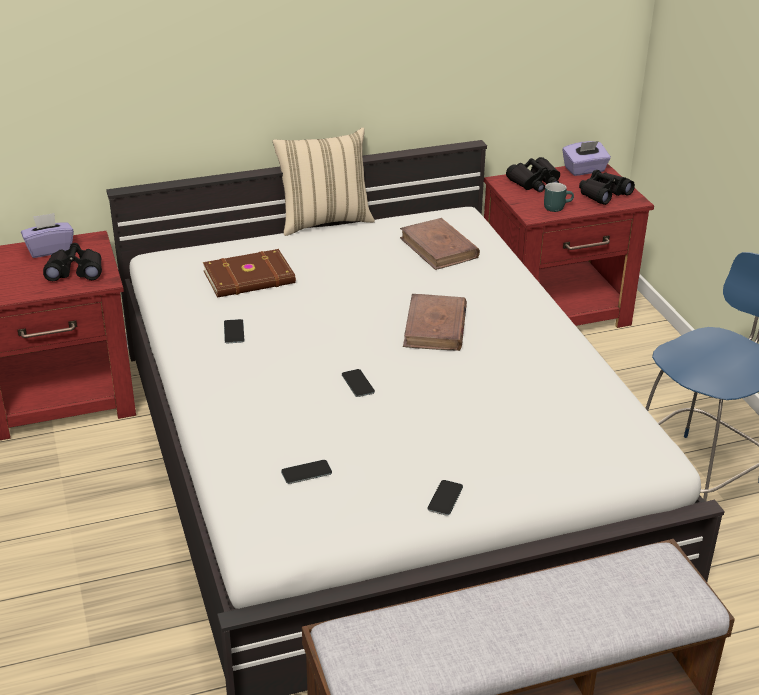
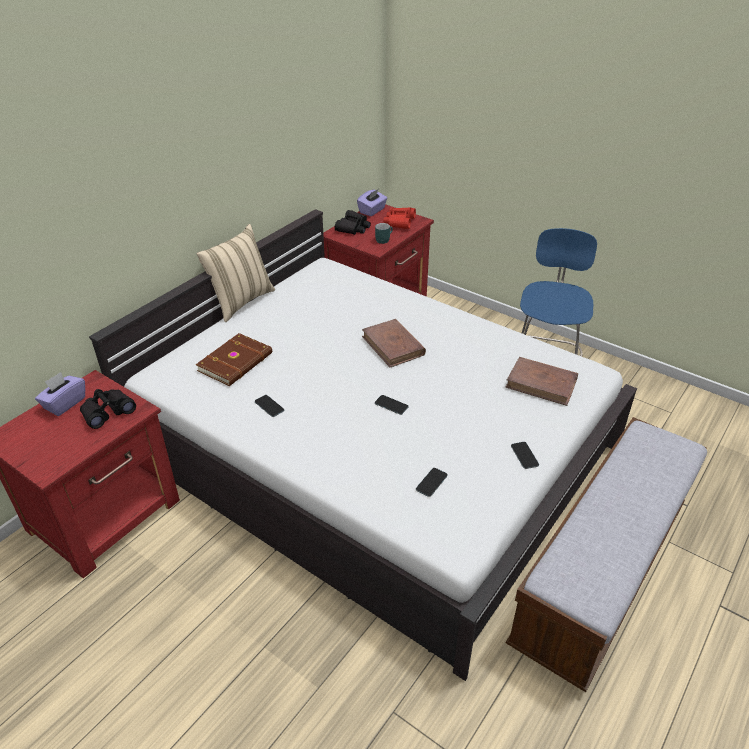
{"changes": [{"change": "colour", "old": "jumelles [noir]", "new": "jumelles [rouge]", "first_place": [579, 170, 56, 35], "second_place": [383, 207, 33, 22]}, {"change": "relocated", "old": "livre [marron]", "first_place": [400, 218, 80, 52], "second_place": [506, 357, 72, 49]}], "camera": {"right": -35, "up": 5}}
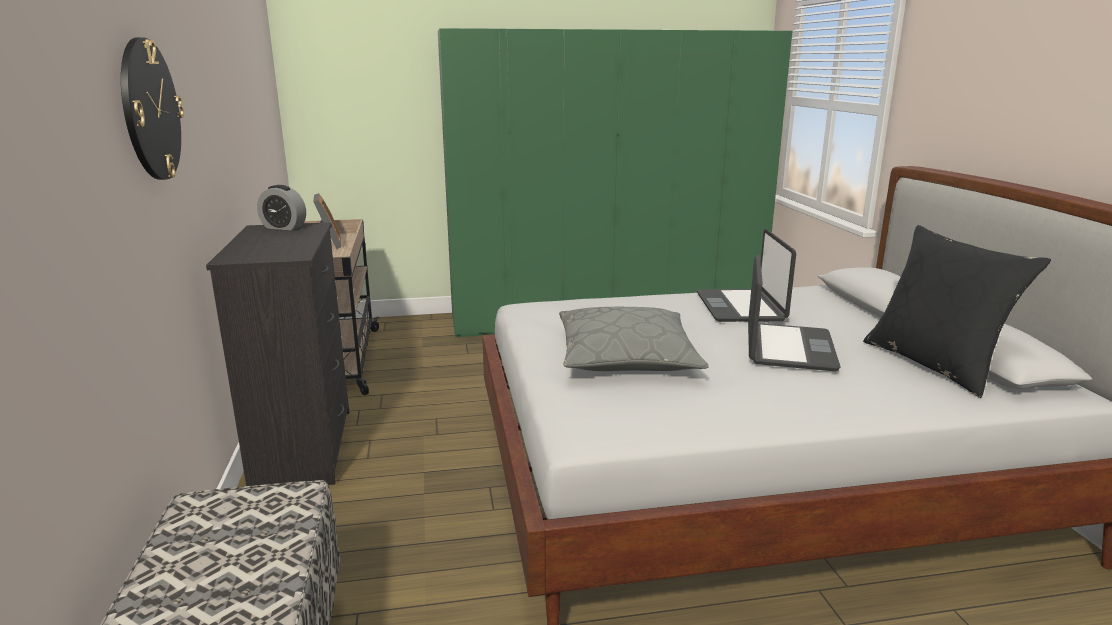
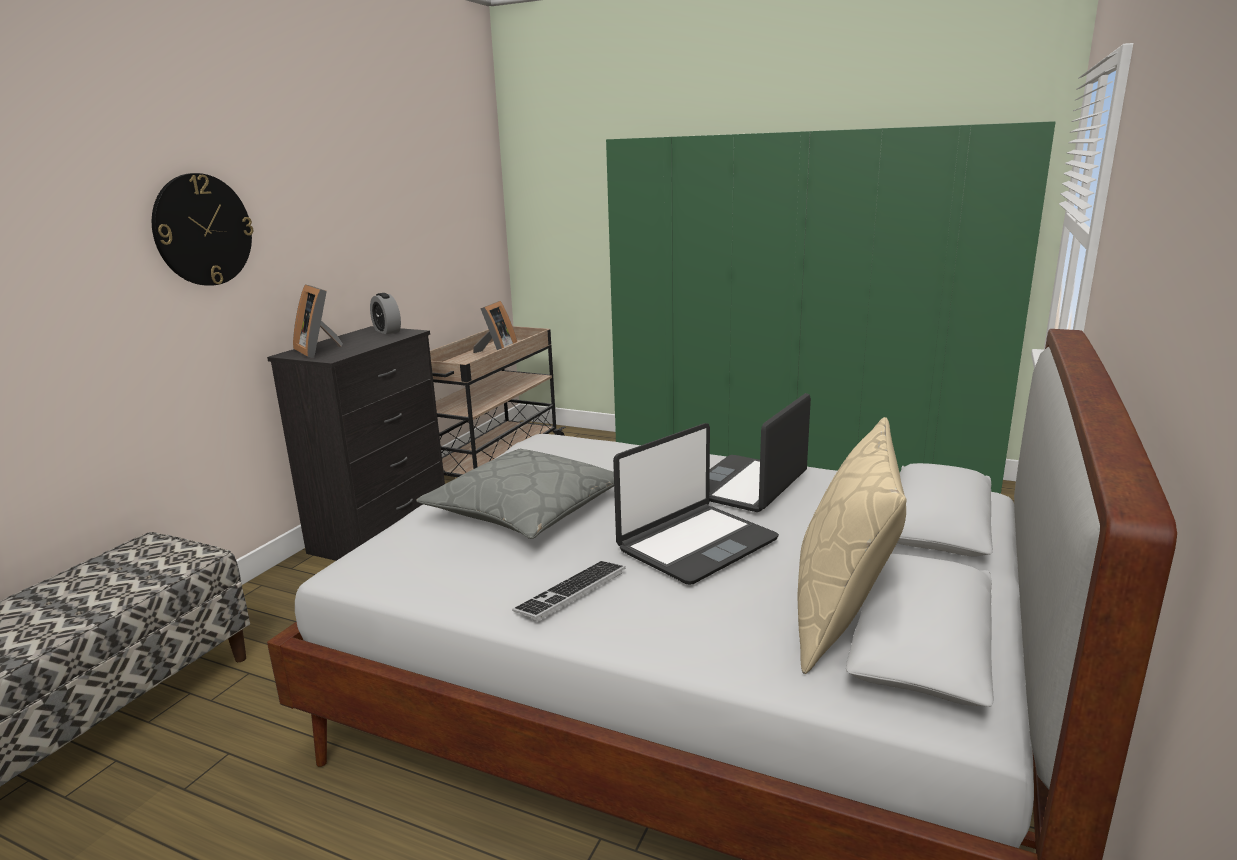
{"changes": [{"change": "appeared", "new": "cadre photo", "second_place": [293, 284, 50, 74]}, {"change": "appeared", "new": "clavier", "second_place": [512, 561, 113, 61]}, {"change": "colour", "old": "coussin [noir]", "new": "coussin [beige]", "first_place": [863, 225, 188, 173], "second_place": [798, 417, 108, 257]}], "camera": {"right": 35, "up": 0}}
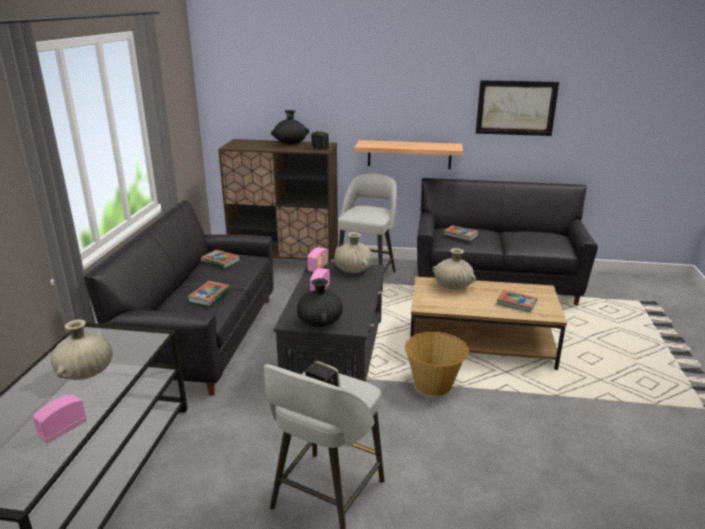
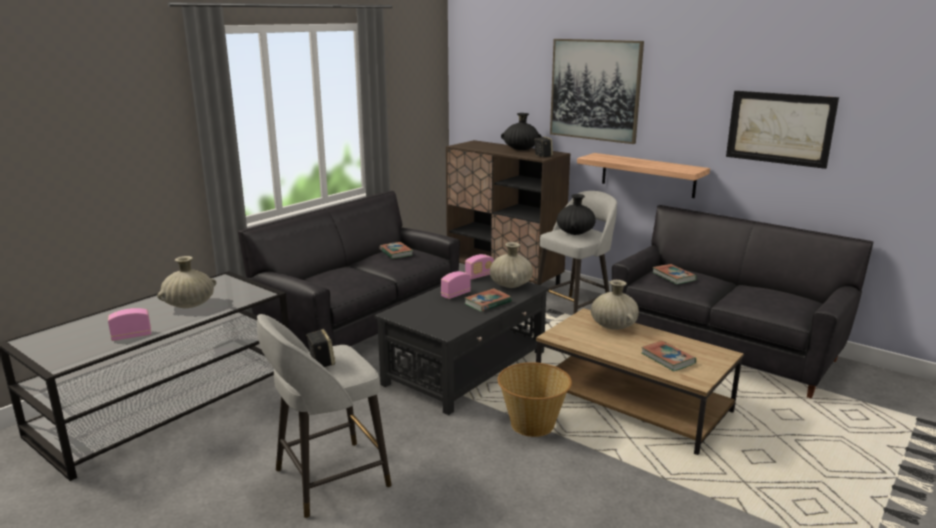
{"changes": [{"change": "relocated", "old": "livre", "first_place": [187, 281, 43, 25], "second_place": [464, 288, 48, 24]}, {"change": "appeared", "new": "tableau", "second_place": [550, 39, 94, 105]}, {"change": "relocated", "old": "vase [noir]", "first_place": [297, 278, 46, 49], "second_place": [557, 194, 39, 41]}], "camera": {"right": 30, "up": -5}}
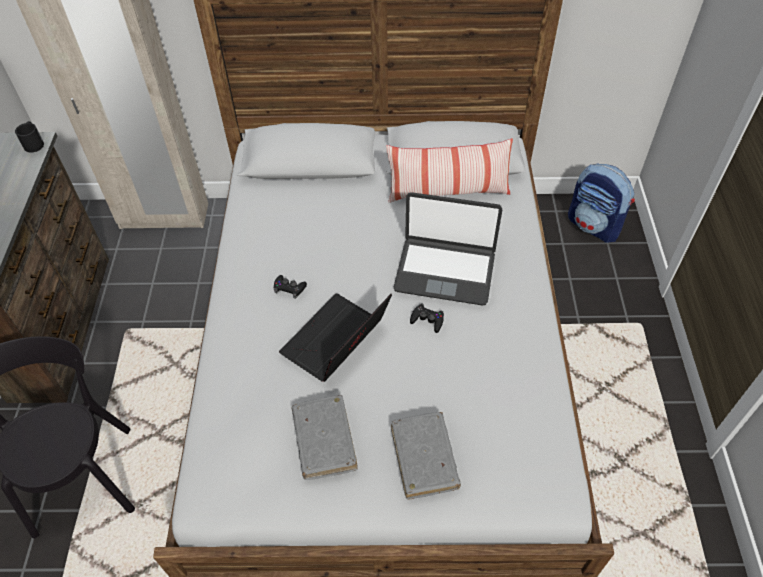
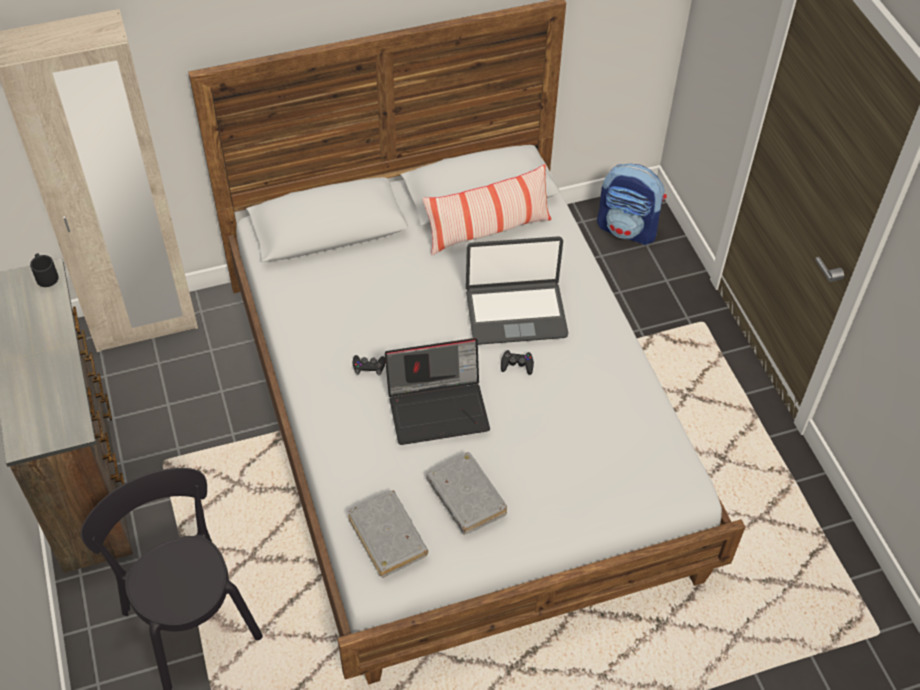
{"changes": [{"change": "relocated", "old": "livre [gris]", "first_place": [391, 412, 70, 88], "second_place": [348, 490, 80, 88]}, {"change": "spun", "old": "ordinateur portable", "first_place": [279, 294, 113, 88], "second_place": [385, 338, 105, 107], "degrees": -120}], "camera": {"right": -20, "up": 0}}
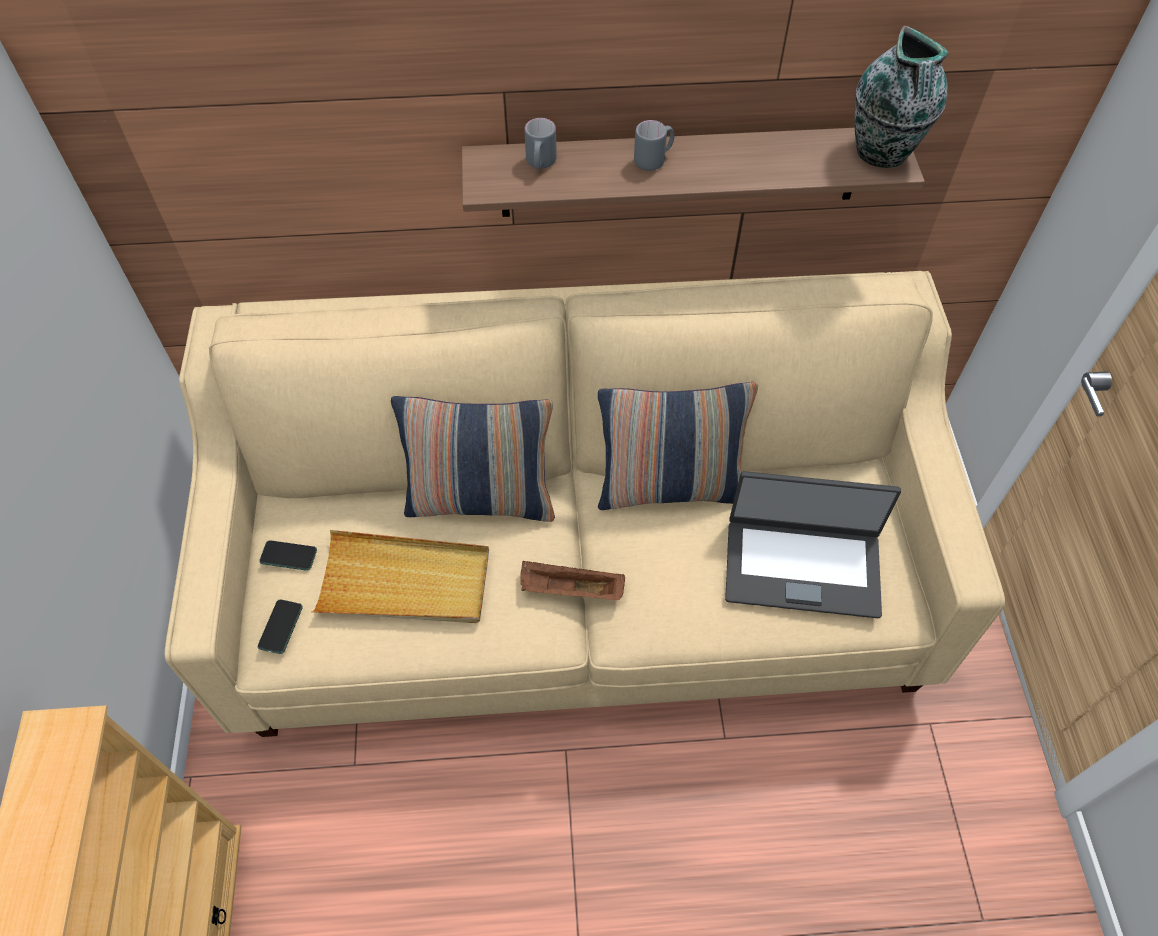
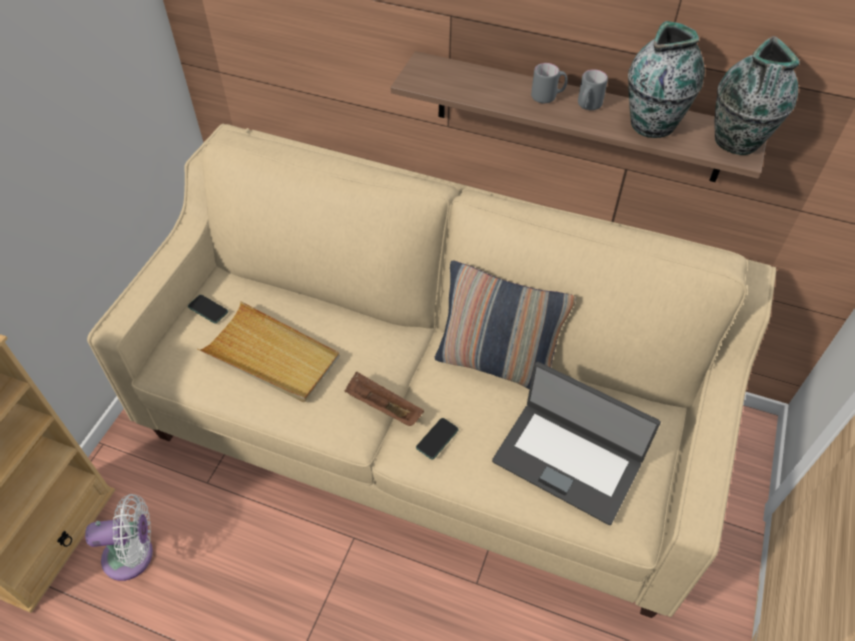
{"changes": [{"change": "appeared", "new": "ventilateur [blanc]", "second_place": [85, 494, 68, 87]}, {"change": "relocated", "old": "téléphone", "first_place": [258, 599, 45, 55], "second_place": [416, 418, 43, 41]}, {"change": "relocated", "old": "mug [gris]", "first_place": [524, 118, 33, 51], "second_place": [578, 69, 30, 41]}, {"change": "appeared", "new": "vase", "second_place": [628, 21, 77, 117]}, {"change": "missing", "old": "coussin", "first_place": [391, 396, 164, 126]}], "camera": {"right": 25, "up": -5}}
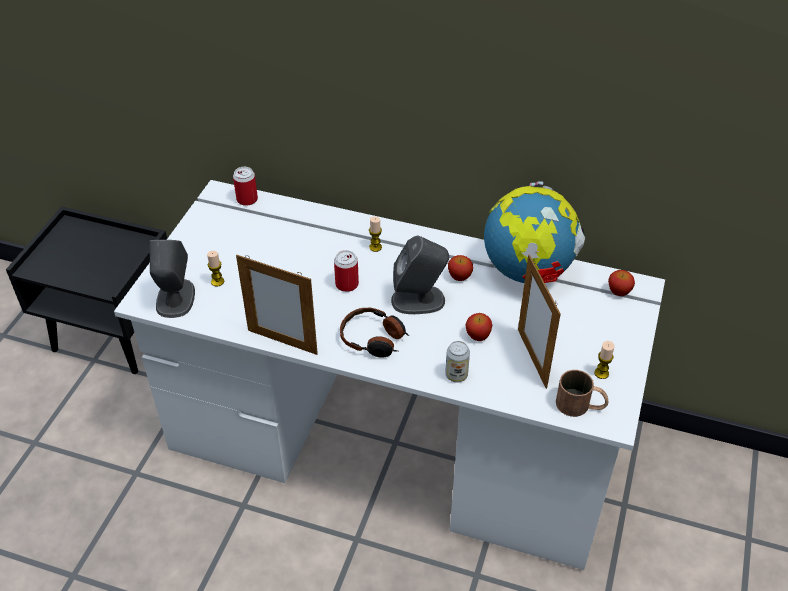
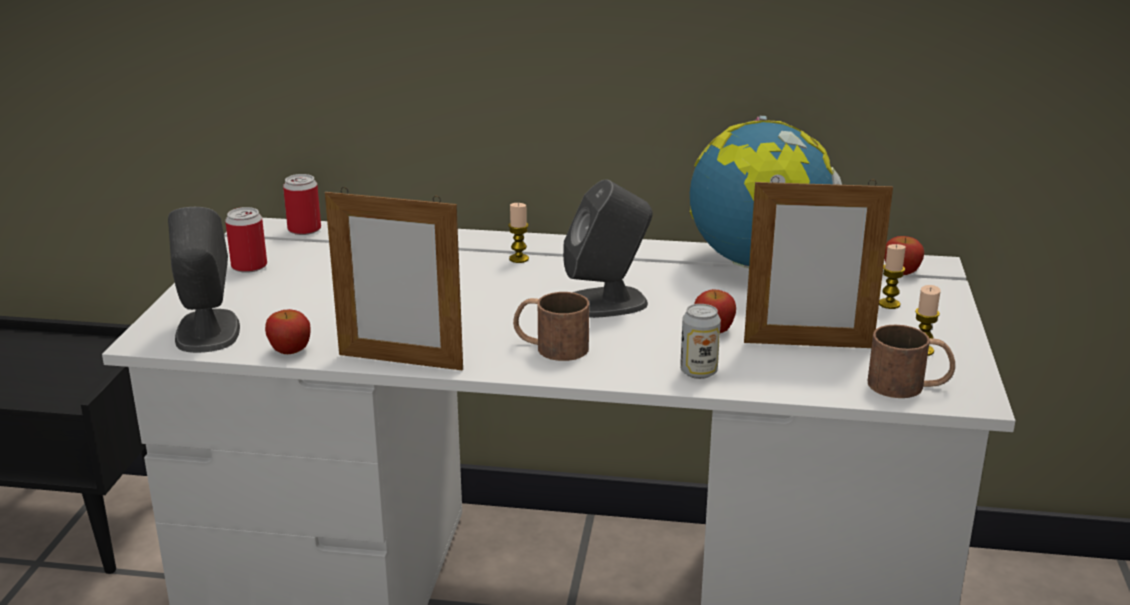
{"changes": [{"change": "relocated", "old": "boîte métallique", "first_place": [334, 250, 25, 42], "second_place": [225, 207, 42, 66]}, {"change": "relocated", "old": "pomme", "first_place": [448, 255, 25, 26], "second_place": [265, 309, 46, 45]}, {"change": "exchanged", "old": "casque audio", "new": "mug [marron]", "first_place": [340, 308, 69, 49], "second_place": [513, 292, 76, 69]}, {"change": "spun", "old": "cadre photo", "first_place": [518, 255, 43, 134], "second_place": [744, 176, 149, 172], "degrees": -60}, {"change": "relocated", "old": "bougie", "first_place": [207, 251, 17, 36], "second_place": [879, 244, 27, 65]}], "camera": {"right": -10, "up": -20}}
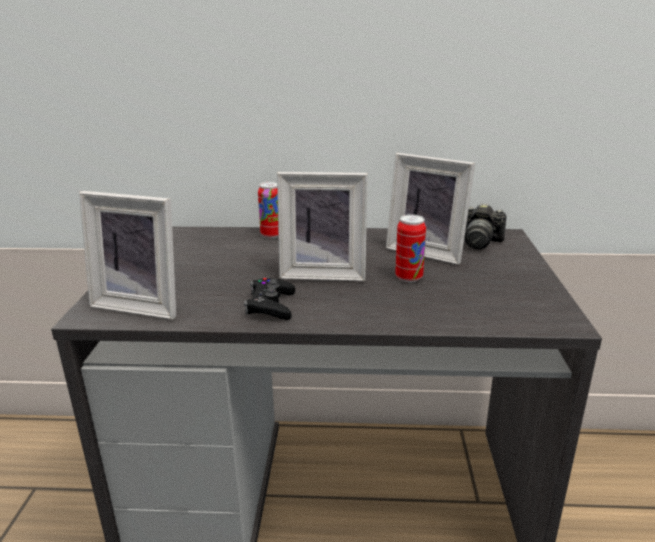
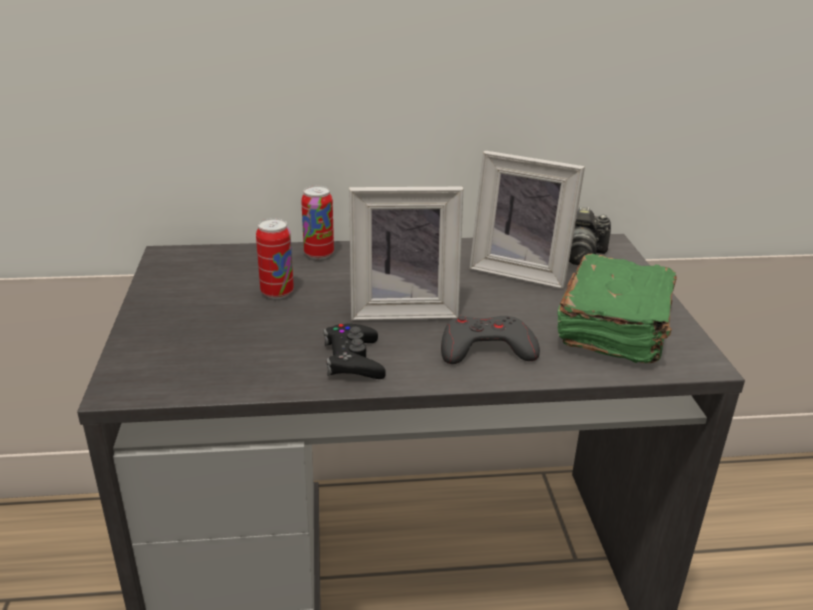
{"changes": [{"change": "relocated", "old": "boîte métallique", "first_place": [395, 214, 31, 69], "second_place": [256, 218, 38, 81]}, {"change": "appeared", "new": "manette [gris]", "second_place": [441, 316, 99, 48]}, {"change": "appeared", "new": "livre [vert]", "second_place": [557, 253, 120, 110]}, {"change": "missing", "old": "cadre photo", "first_place": [79, 191, 97, 129]}], "camera": {"right": -10, "up": 5}}
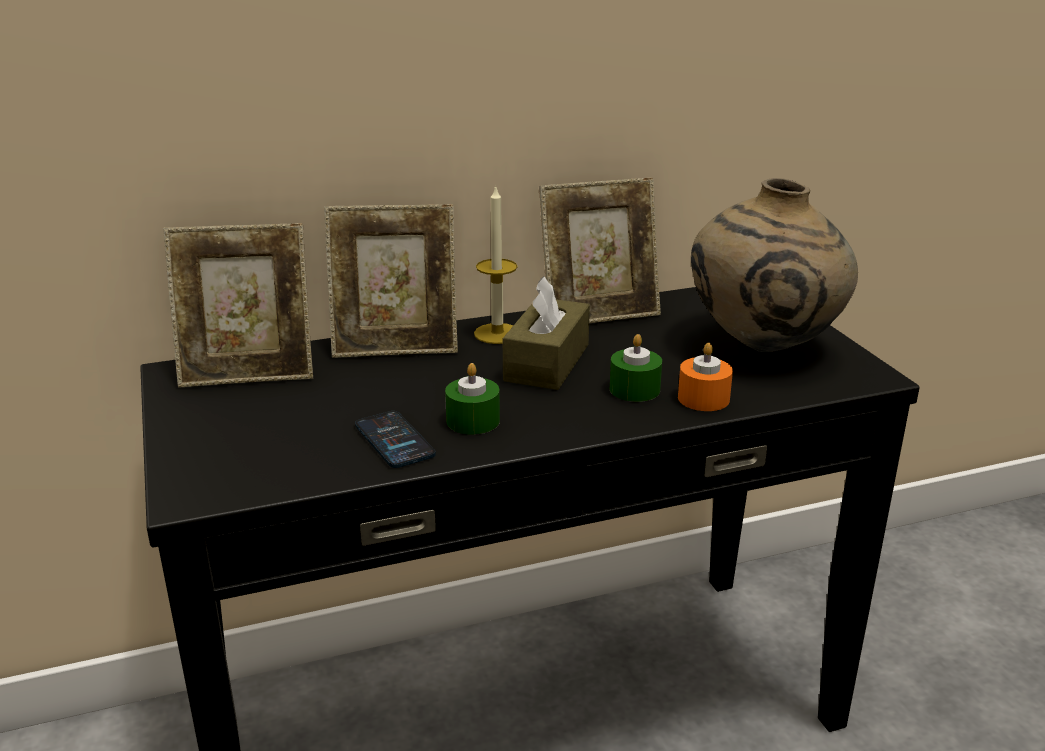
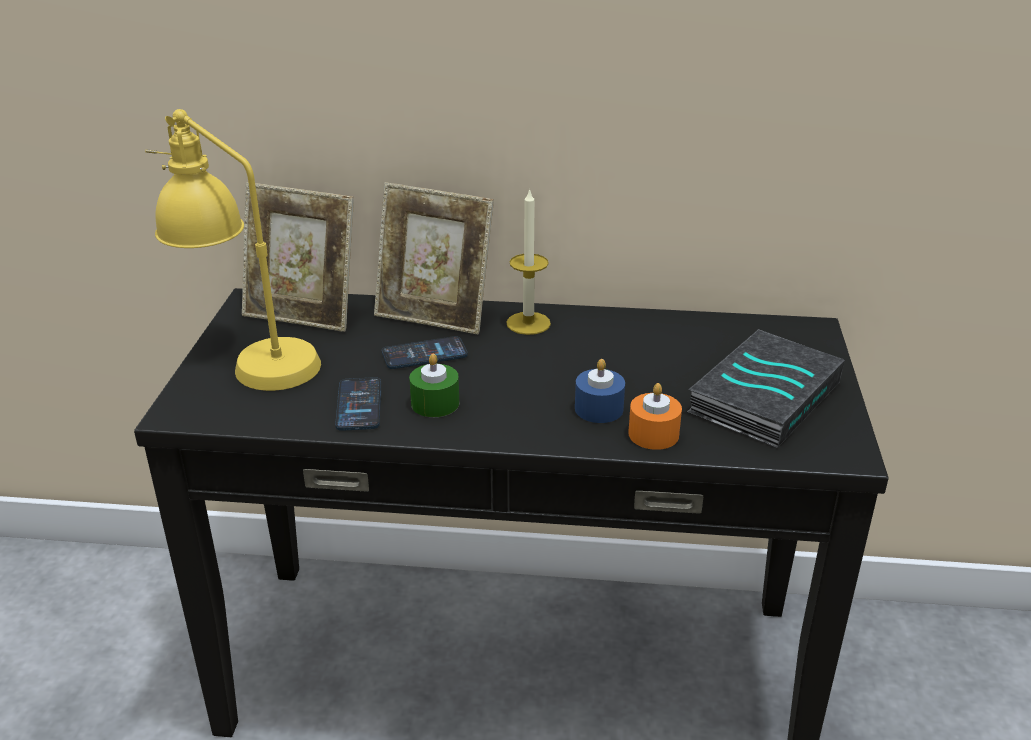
{"changes": [{"change": "appeared", "new": "lampe de table [jaune]", "second_place": [145, 109, 176, 282]}, {"change": "appeared", "new": "téléphone", "second_place": [382, 336, 86, 33]}, {"change": "colour", "old": "bougie [vert]", "new": "bougie [bleu]", "first_place": [610, 334, 52, 68], "second_place": [575, 359, 50, 64]}, {"change": "exchanged", "old": "vase [beige]", "new": "livre", "first_place": [691, 178, 167, 174], "second_place": [687, 329, 158, 119]}, {"change": "missing", "old": "boîte à mouchoirs [marron]", "first_place": [503, 276, 87, 114]}, {"change": "missing", "old": "cadre photo", "first_place": [539, 177, 122, 146]}], "camera": {"right": 25, "up": 5}}
